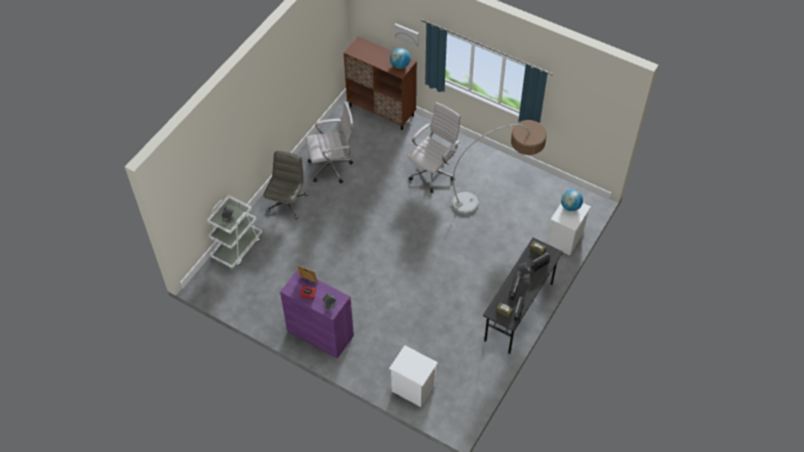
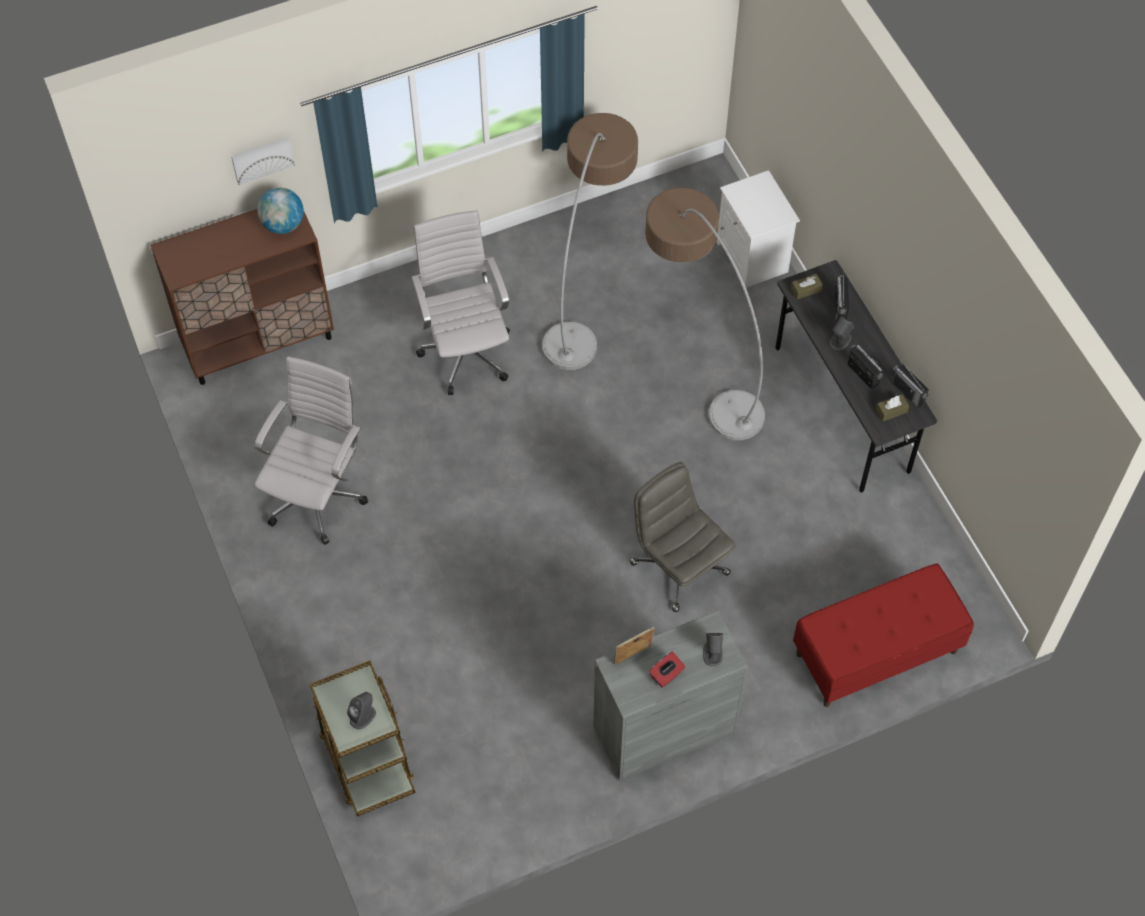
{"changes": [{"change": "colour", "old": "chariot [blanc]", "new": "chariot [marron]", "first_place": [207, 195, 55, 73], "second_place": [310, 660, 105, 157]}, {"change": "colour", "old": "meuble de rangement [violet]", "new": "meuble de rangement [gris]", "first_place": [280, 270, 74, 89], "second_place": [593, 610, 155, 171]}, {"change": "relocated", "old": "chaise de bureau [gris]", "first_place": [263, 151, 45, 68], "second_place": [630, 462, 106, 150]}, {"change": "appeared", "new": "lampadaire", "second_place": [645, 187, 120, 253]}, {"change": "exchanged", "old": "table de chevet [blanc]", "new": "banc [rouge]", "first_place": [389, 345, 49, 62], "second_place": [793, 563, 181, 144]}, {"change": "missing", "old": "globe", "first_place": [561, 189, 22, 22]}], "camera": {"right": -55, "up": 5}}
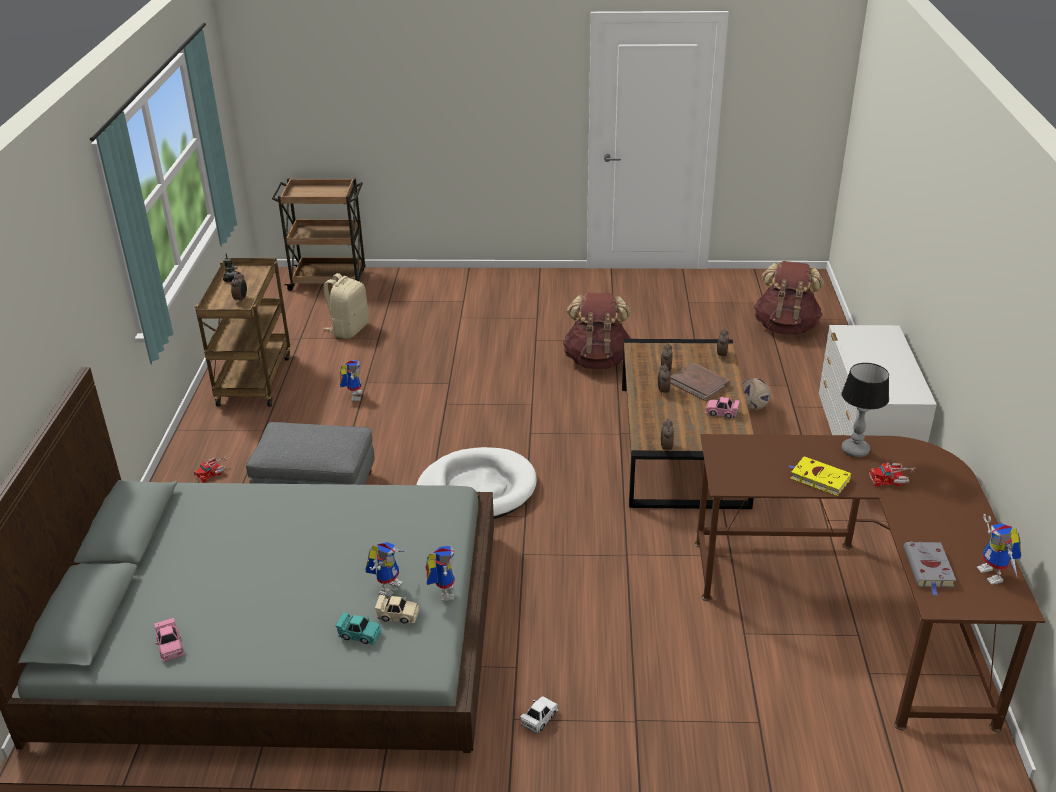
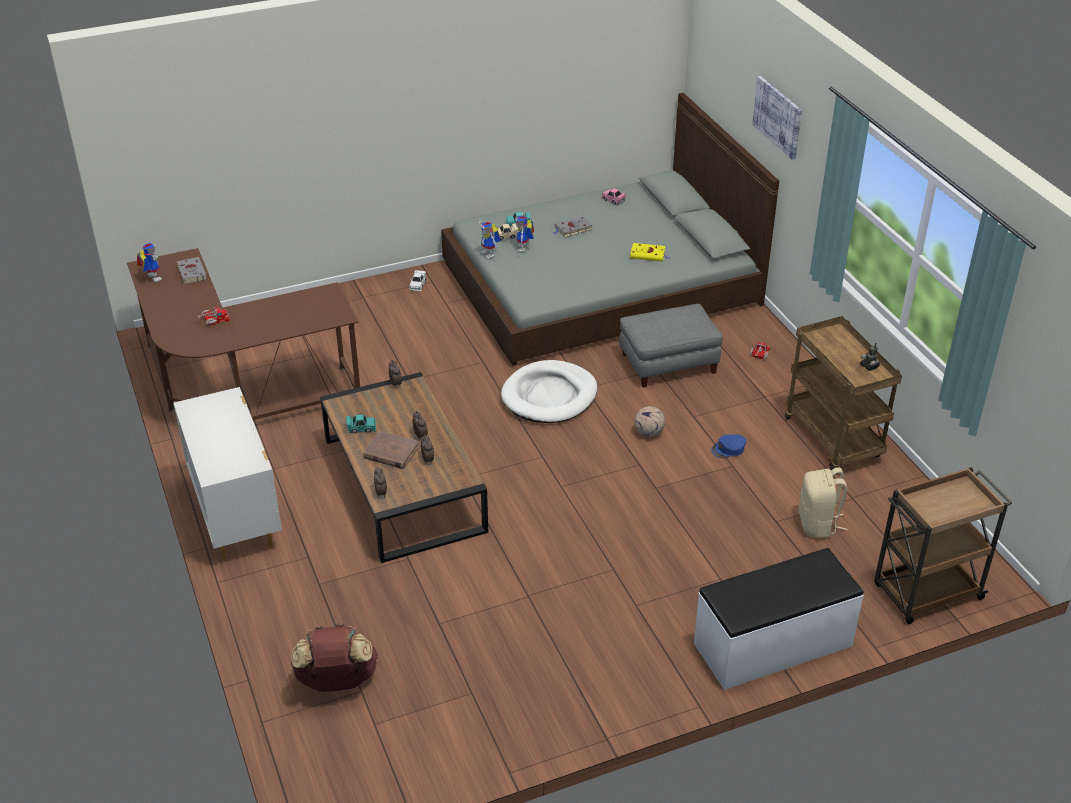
{"changes": [{"change": "colour", "old": "petite voiture [rose]", "new": "petite voiture [turquoise]", "first_place": [705, 397, 35, 21], "second_place": [346, 415, 30, 19]}, {"change": "appeared", "new": "livre [gris]", "second_place": [554, 216, 38, 21]}, {"change": "relocated", "old": "livre [jaune]", "first_place": [789, 456, 62, 40], "second_place": [630, 243, 40, 19]}, {"change": "relocated", "old": "ballon de foot", "first_place": [742, 378, 29, 32], "second_place": [635, 406, 30, 30]}, {"change": "appeared", "new": "banc [blanc]", "second_place": [694, 548, 170, 142]}, {"change": "exchanged", "old": "robot jouet", "new": "casquette [bleu]", "first_place": [340, 360, 22, 41], "second_place": [711, 434, 35, 24]}, {"change": "appeared", "new": "tableau", "second_place": [752, 76, 50, 84]}, {"change": "missing", "old": "réveil", "first_place": [231, 272, 16, 31]}, {"change": "missing", "old": "sac à dos [marron]", "first_place": [563, 293, 68, 76]}, {"change": "missing", "old": "lampe de table", "first_place": [841, 363, 48, 94]}], "camera": {"right": 155, "up": 5}}
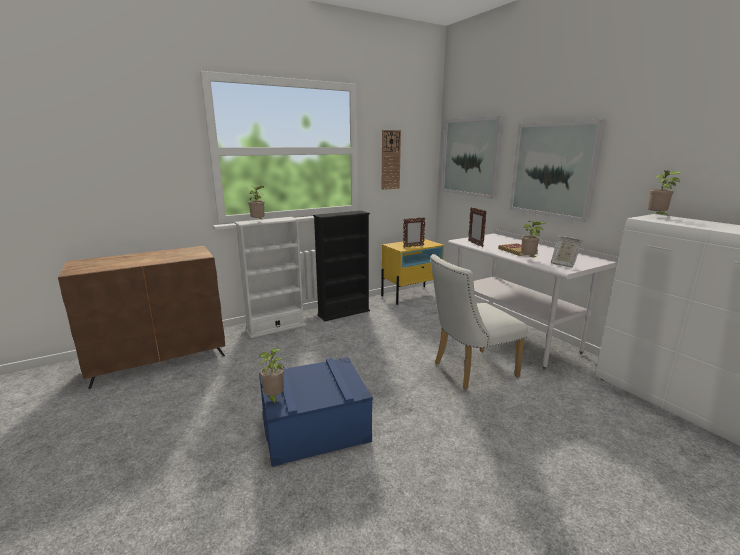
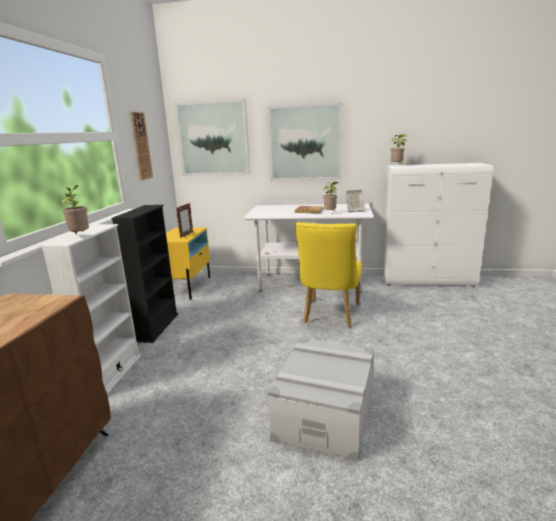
{"changes": [{"change": "colour", "old": "boîte de rangement [bleu]", "new": "boîte de rangement [gris]", "first_place": [259, 357, 114, 110], "second_place": [268, 338, 106, 123]}, {"change": "colour", "old": "chaise [blanc]", "new": "chaise [jaune]", "first_place": [430, 254, 98, 135], "second_place": [295, 222, 67, 105]}, {"change": "missing", "old": "plante en pot", "first_place": [259, 348, 25, 57]}, {"change": "missing", "old": "cadre photo", "first_place": [468, 207, 19, 40]}], "camera": {"right": -50, "up": 0}}
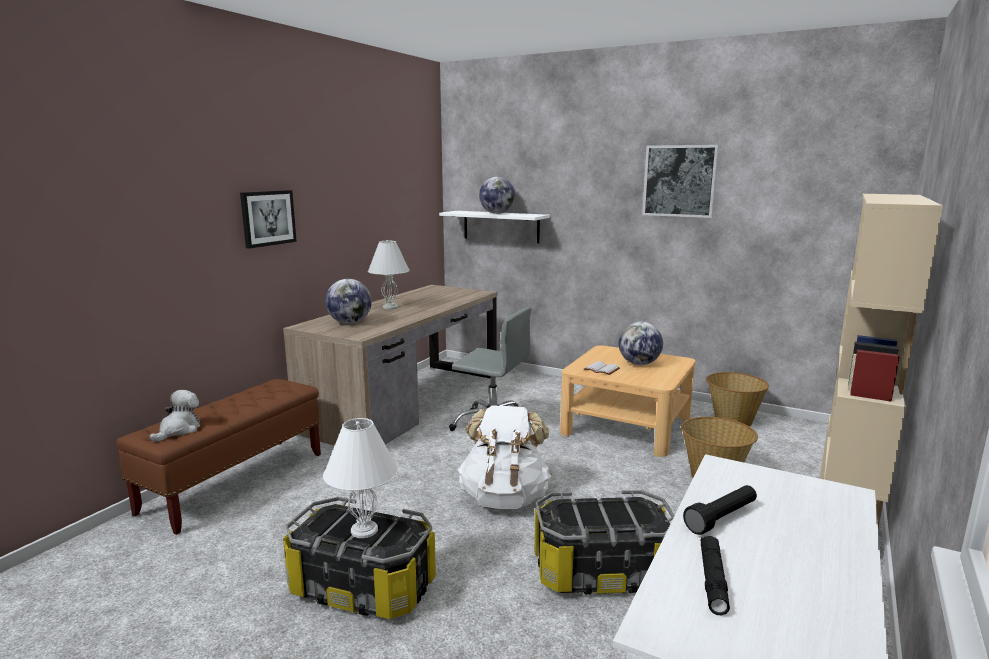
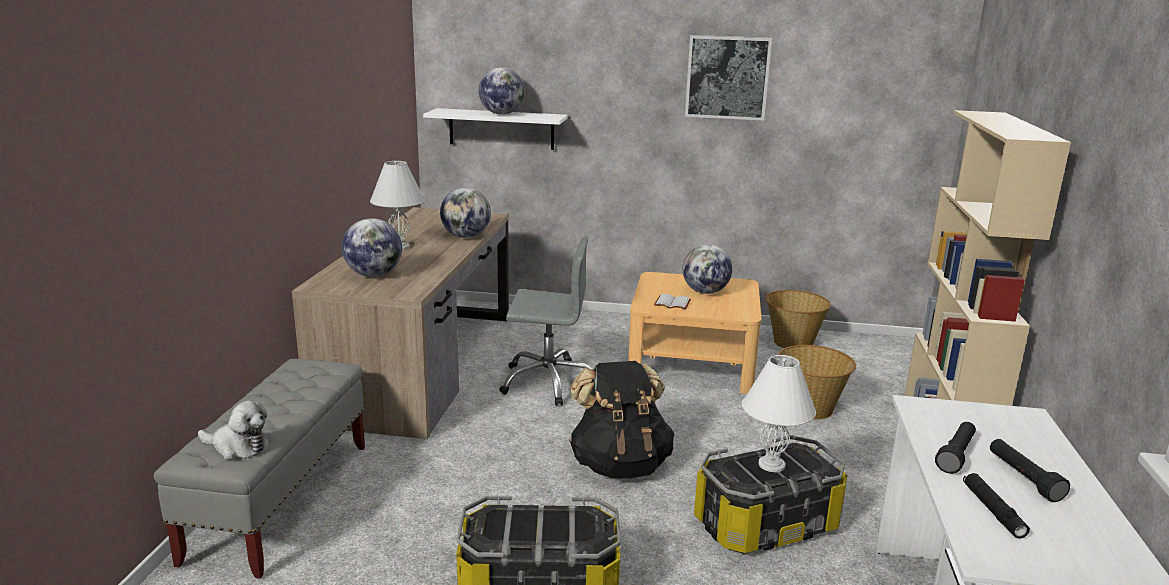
{"changes": [{"change": "colour", "old": "banc [marron]", "new": "banc [gris]", "first_place": [116, 379, 205, 156], "second_place": [154, 359, 211, 220]}, {"change": "spun", "old": "peluche", "first_place": [150, 390, 50, 52], "second_place": [198, 400, 72, 60], "degrees": 105}, {"change": "appeared", "new": "globe", "second_place": [440, 187, 51, 51]}, {"change": "colour", "old": "sac à dos [blanc]", "new": "sac à dos [noir]", "first_place": [458, 405, 94, 104], "second_place": [569, 361, 105, 118]}, {"change": "relocated", "old": "lampe de table [blanc]", "first_place": [323, 418, 75, 120], "second_place": [742, 355, 74, 117]}, {"change": "appeared", "new": "lampe de poche [noir]", "second_place": [990, 439, 80, 63]}, {"change": "missing", "old": "tableau", "first_place": [240, 190, 57, 59]}], "camera": {"right": -20, "up": 5}}
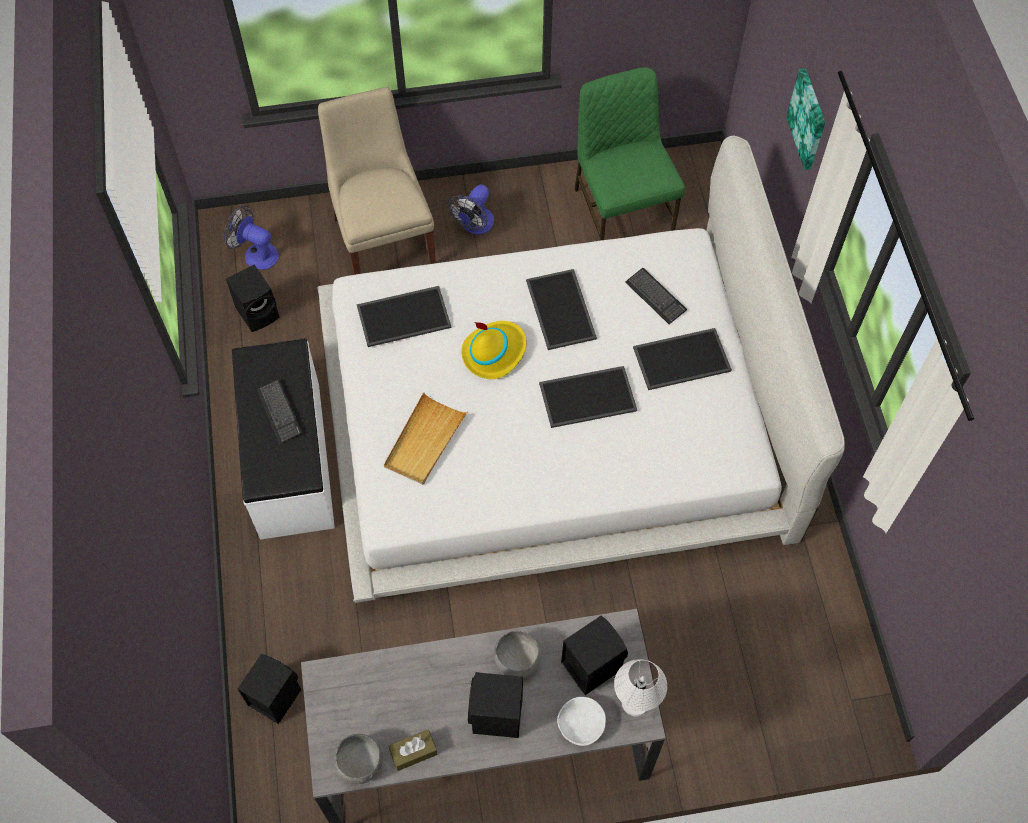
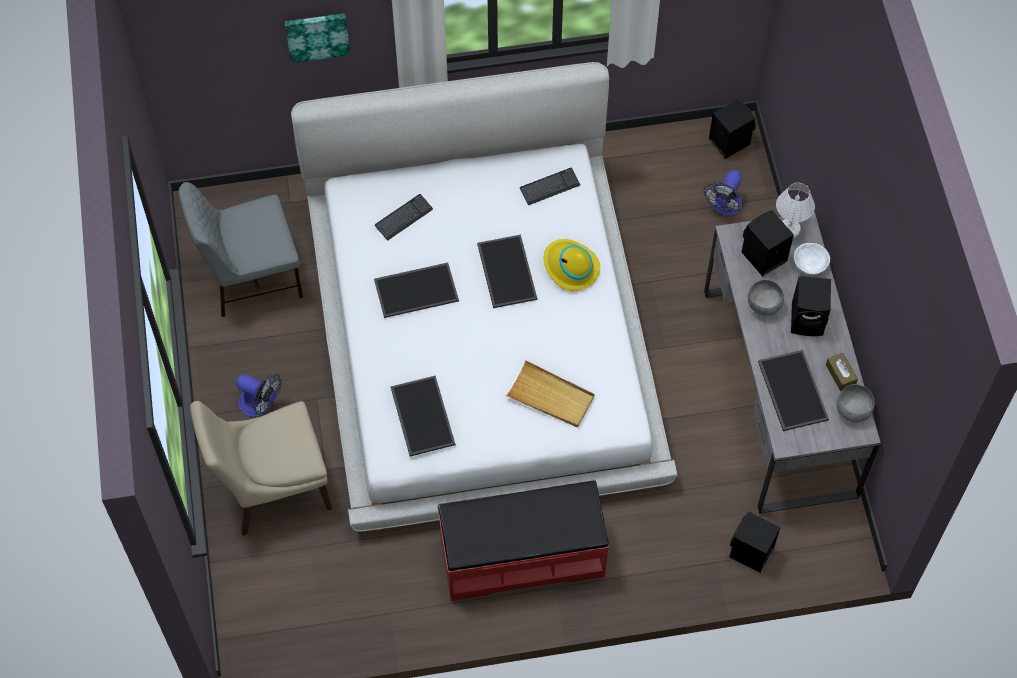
{"changes": [{"change": "colour", "old": "chaise [vert]", "new": "chaise [gris]", "first_place": [574, 67, 111, 173], "second_place": [178, 182, 125, 135]}, {"change": "colour", "old": "banc [blanc]", "new": "banc [rouge]", "first_place": [232, 338, 103, 202], "second_place": [438, 481, 171, 120]}, {"change": "relocated", "old": "clavier", "first_place": [257, 379, 45, 65], "second_place": [520, 168, 60, 37]}, {"change": "relocated", "old": "chapeau [jaune]", "first_place": [461, 321, 66, 58], "second_place": [544, 239, 56, 52]}, {"change": "relocated", "old": "ventilateur", "first_place": [224, 206, 55, 64], "second_place": [704, 170, 39, 45]}, {"change": "relocated", "old": "enceinte [noir]", "first_place": [226, 264, 53, 68], "second_place": [709, 99, 47, 60]}, {"change": "relocated", "old": "plateau", "first_place": [633, 328, 99, 62], "second_place": [758, 350, 71, 81]}], "camera": {"right": -90, "up": 0}}
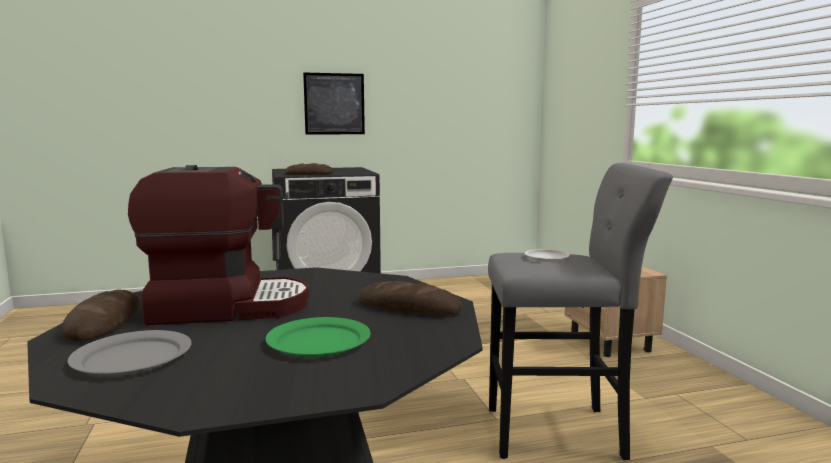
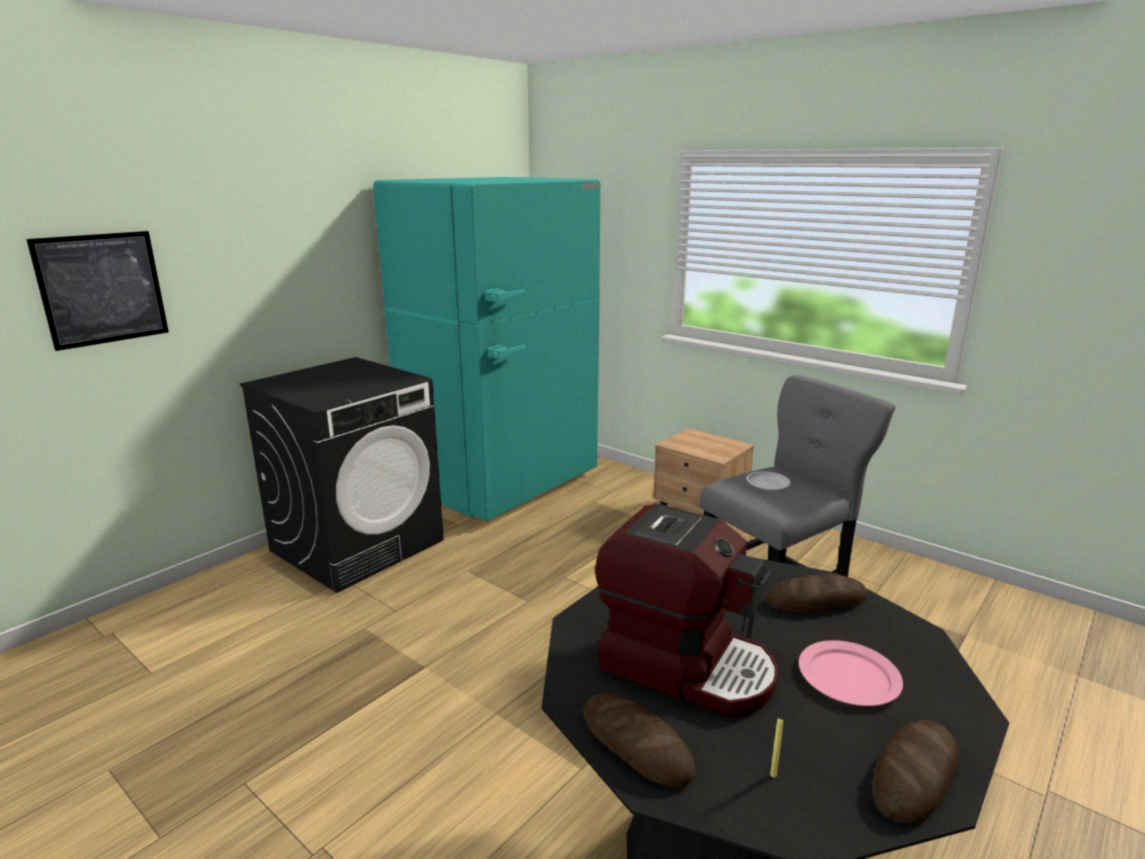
{"changes": [{"change": "relocated", "old": "tableau", "first_place": [303, 72, 62, 63], "second_place": [26, 231, 143, 120]}, {"change": "appeared", "new": "réfrigérateur [turquoise]", "second_place": [373, 177, 227, 344]}, {"change": "spun", "old": "machine à café", "first_place": [128, 165, 181, 160], "second_place": [595, 503, 183, 213], "degrees": 75}, {"change": "exchanged", "old": "assiette [gris]", "new": "bougie [jaune]", "first_place": [67, 330, 125, 46], "second_place": [770, 718, 13, 59]}, {"change": "colour", "old": "assiette [vert]", "new": "assiette [rose]", "first_place": [265, 317, 106, 40], "second_place": [799, 640, 104, 66]}, {"change": "relocated", "old": "pain", "first_place": [285, 163, 48, 12], "second_place": [872, 720, 87, 104]}], "camera": {"right": -35, "up": 10}}
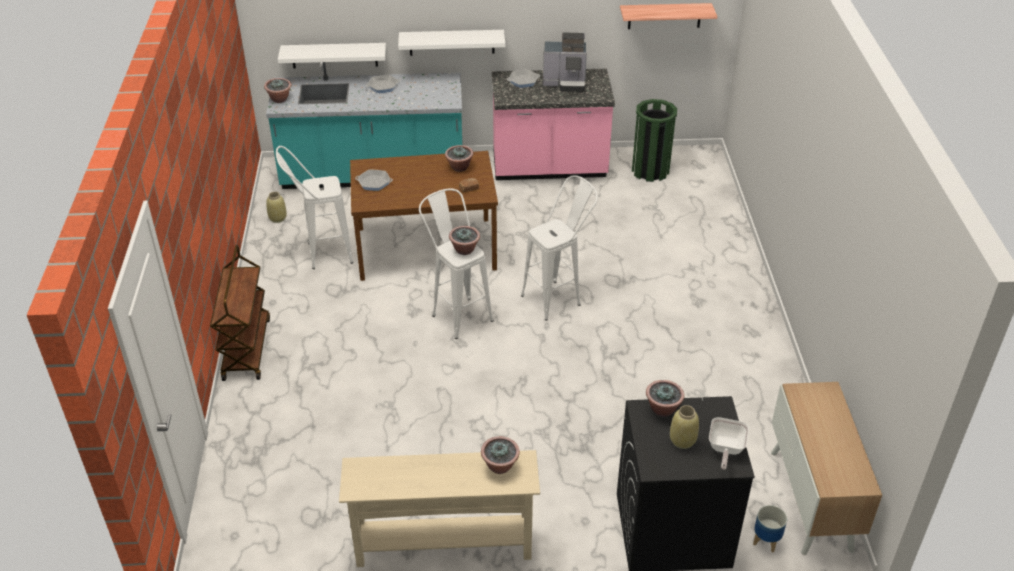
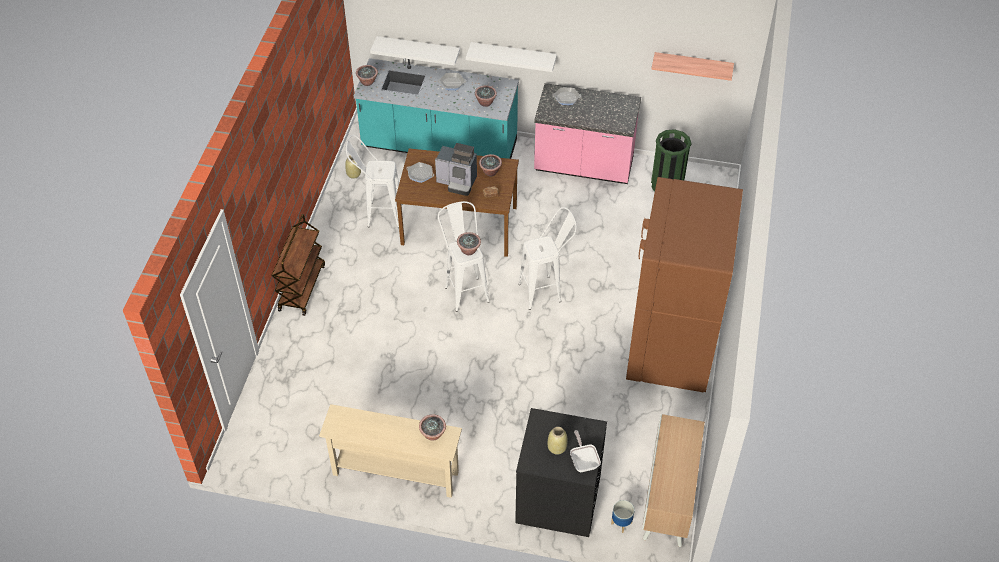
{"changes": [{"change": "relocated", "old": "machine à café", "first_place": [543, 32, 44, 60], "second_place": [435, 143, 42, 53]}, {"change": "relocated", "old": "plante en pot", "first_place": [646, 380, 38, 37], "second_place": [475, 85, 22, 22]}, {"change": "spun", "old": "poêle", "first_place": [709, 417, 40, 53], "second_place": [570, 430, 31, 42], "degrees": 135}, {"change": "appeared", "new": "réfrigérateur [marron]", "second_place": [626, 177, 117, 215]}], "camera": {"right": 15, "up": 10}}
